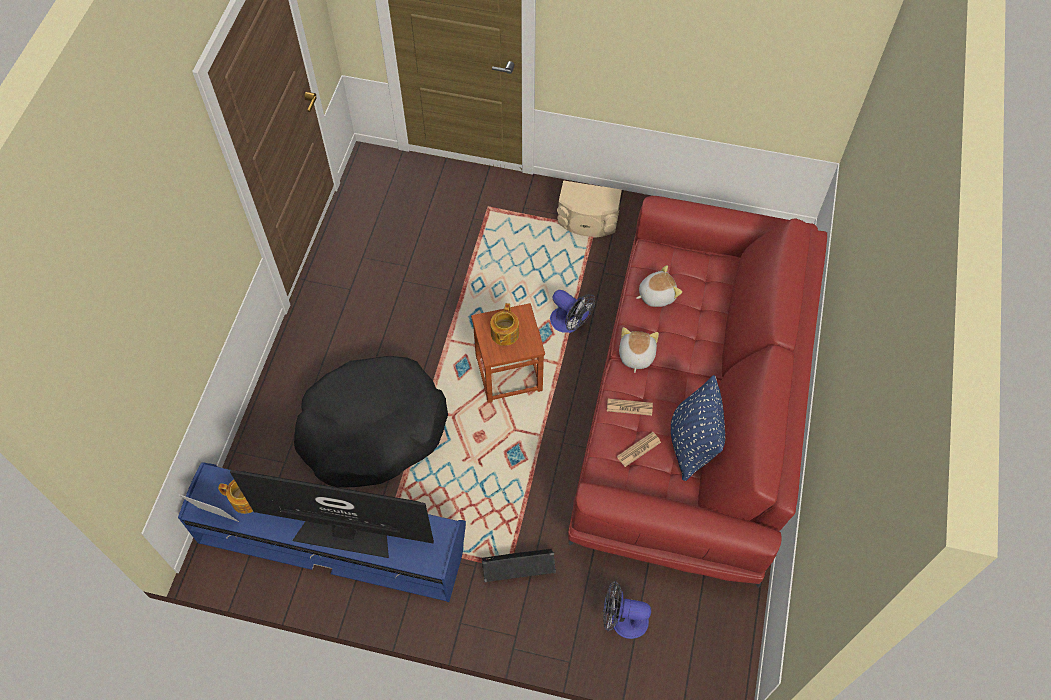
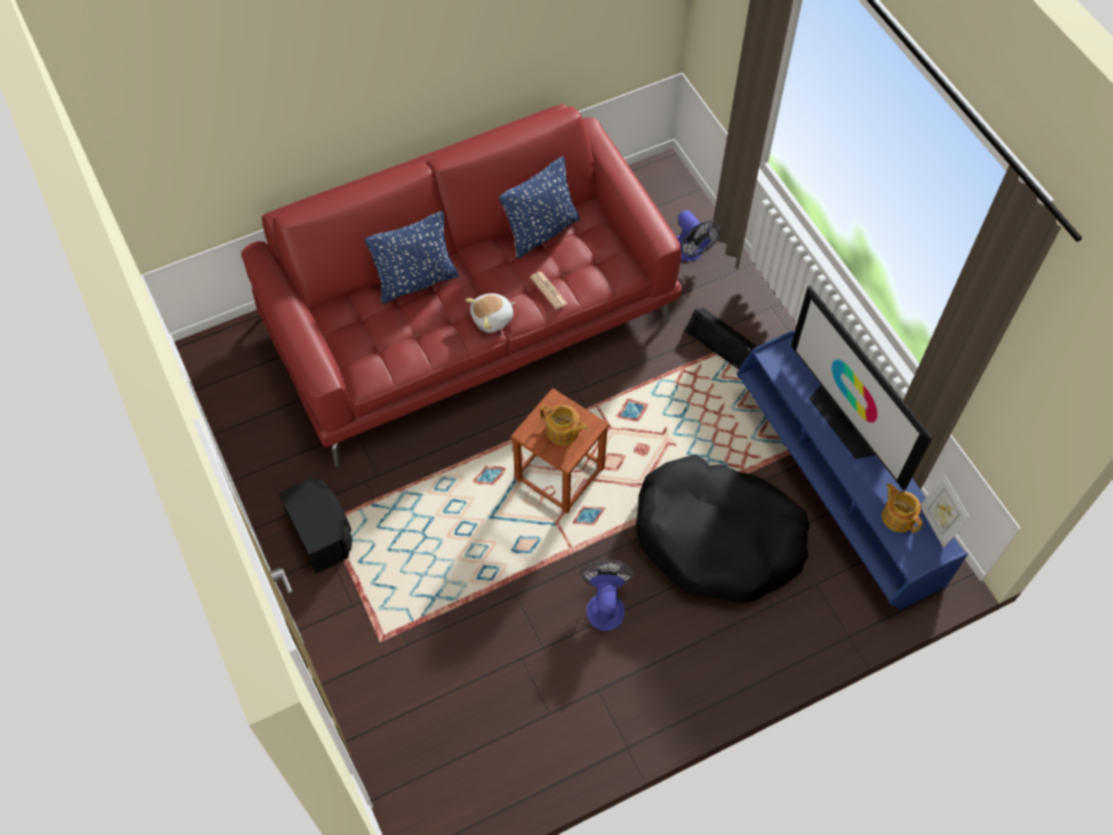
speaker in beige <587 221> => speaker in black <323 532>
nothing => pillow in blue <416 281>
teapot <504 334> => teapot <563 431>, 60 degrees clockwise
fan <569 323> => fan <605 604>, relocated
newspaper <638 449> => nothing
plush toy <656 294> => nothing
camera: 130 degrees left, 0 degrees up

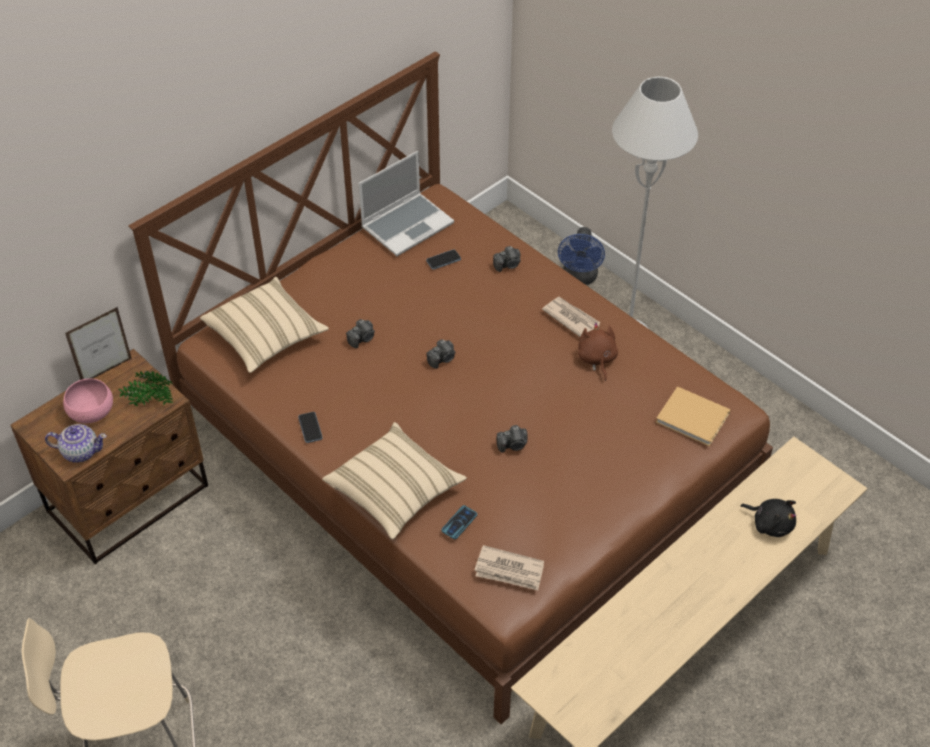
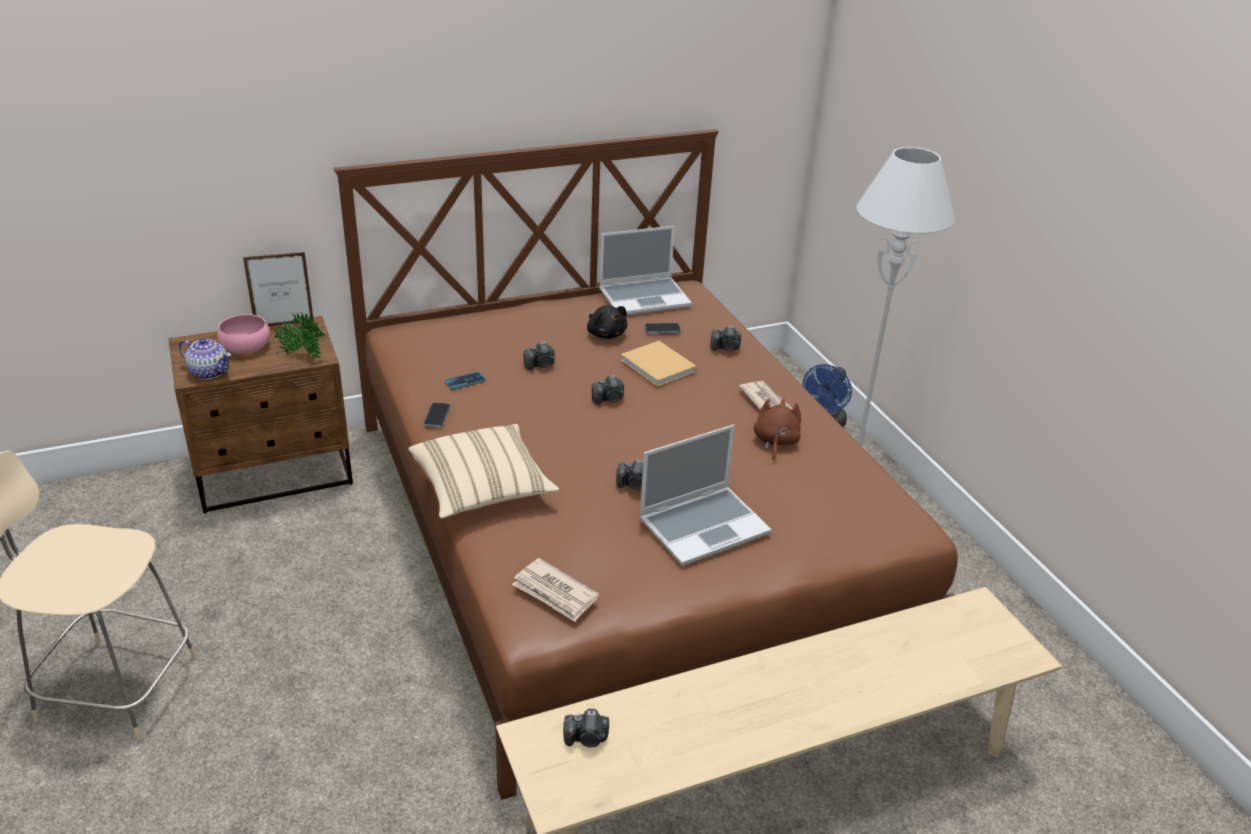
phone <459 522> => phone <465 381>, relocated
nothing => photo camera <587 738>
plush toy in black <770 524> => plush toy in black <606 334>, relocated
book in beige <694 419> => book in beige <659 367>, relocated
nothing => laptop <704 526>
pillow in beige <265 337> => nothing
camera: 20 degrees right, 15 degrees down

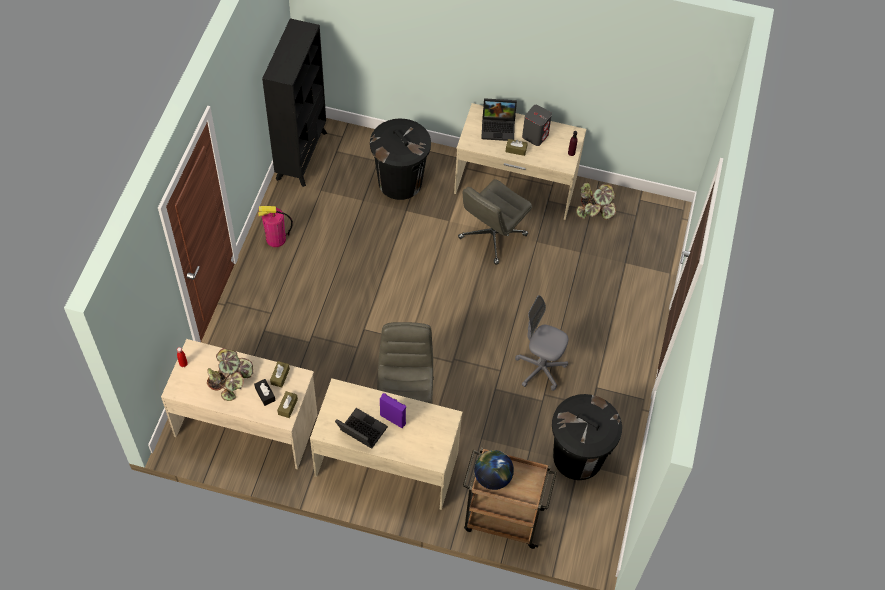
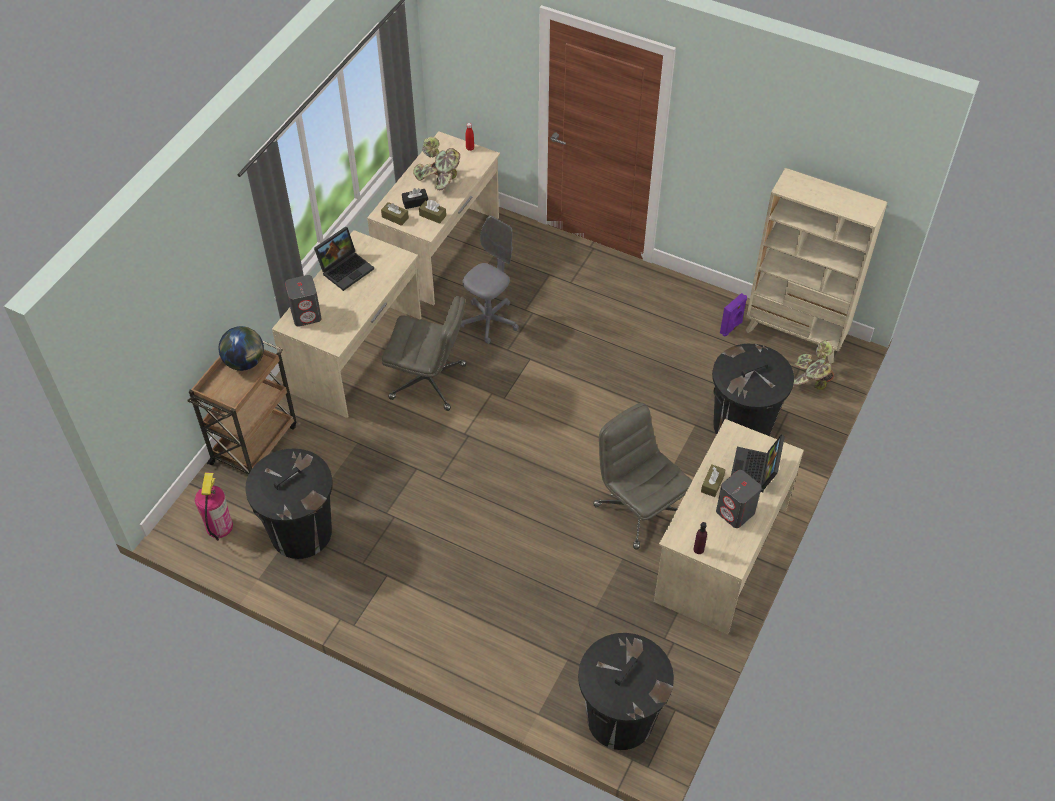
fire extinguisher <276 239> => fire extinguisher <219 526>, relocated
nothing => speaker in grey <306 314>
office chair in grey <540 369> => office chair in grey <489 321>, relocated
nothing => trash can in black <619 718>
speaker in purple <393 418> => speaker in purple <731 328>, relocated
bookcase in black <302 155> => bookcase in beige <795 335>
potted plant <595 210> => potted plant <809 379>, relocated
camera: 105 degrees right, 5 degrees down

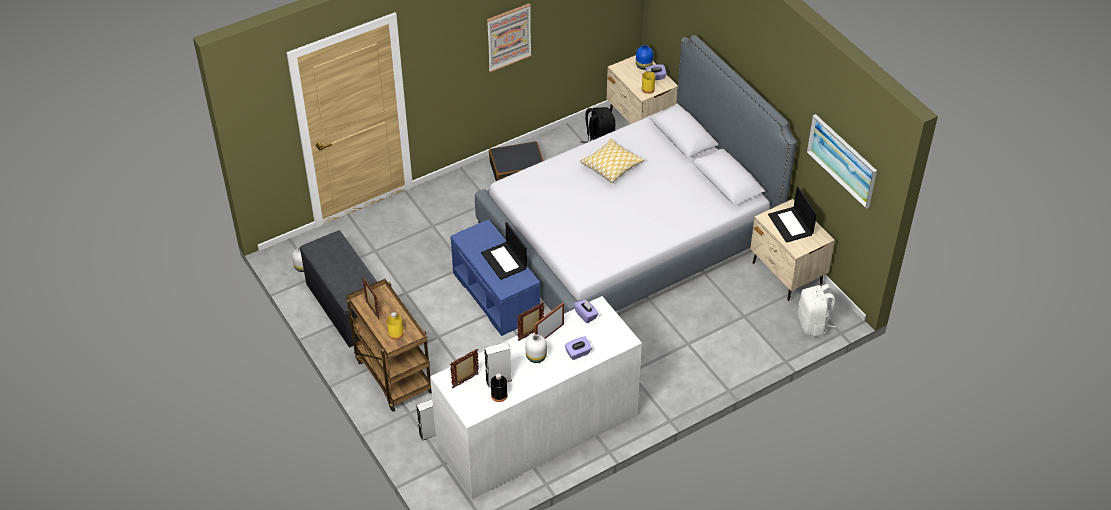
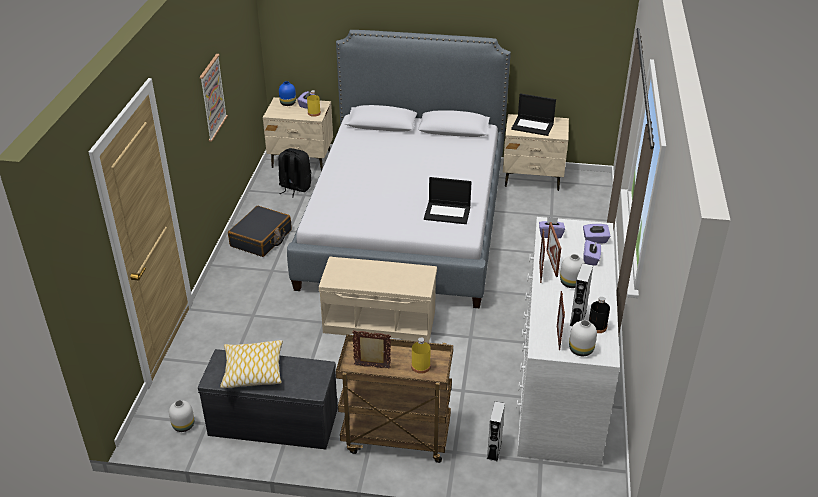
pillow <611 166> => pillow <253 371>, relocated
bench in blue <497 295> => bench in beige <380 321>
laptop <504 261> => laptop <448 213>, relocated
nothing => vase in white <580 350>
nothing => tissue box in purple <595 240>
backpack in white <813 324> => nothing
picture <842 160> => nothing
camera: 50 degrees left, 10 degrees down

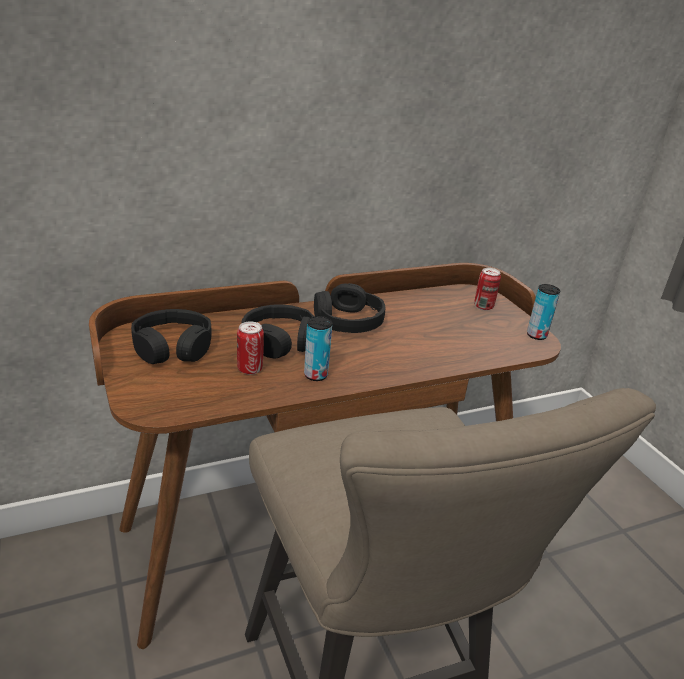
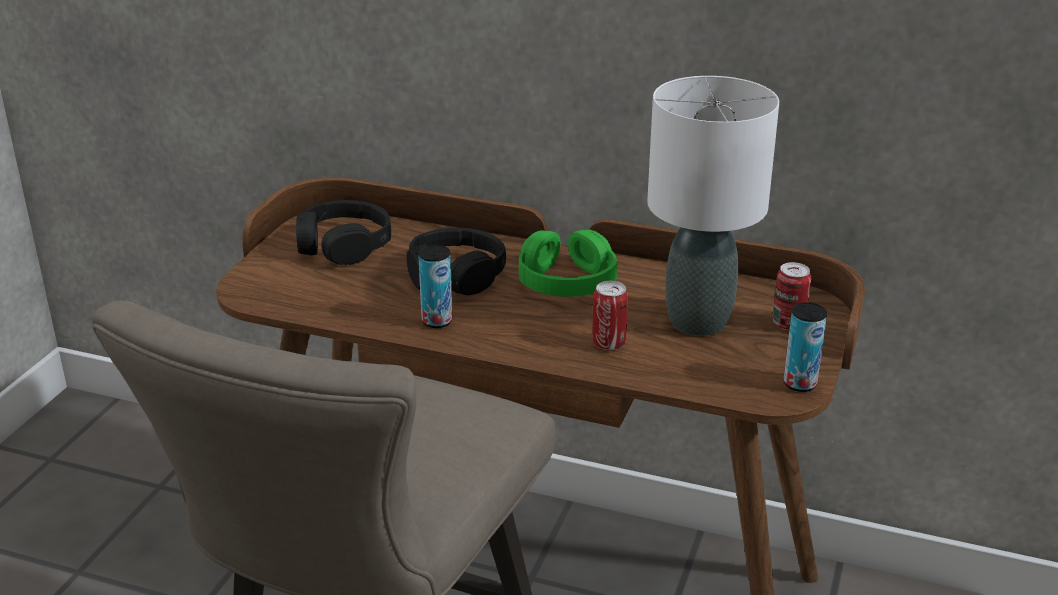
headphones in black <347 321> => headphones in green <566 280>
can <250 369> => can <608 343>, relocated
nothing => table lamp in white <698 321>
camera: 45 degrees right, 0 degrees up

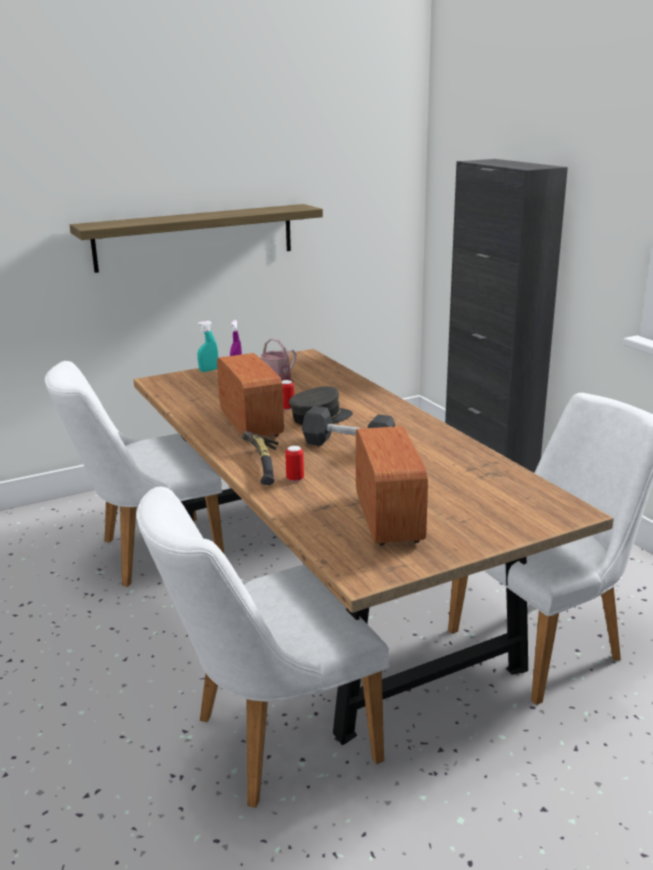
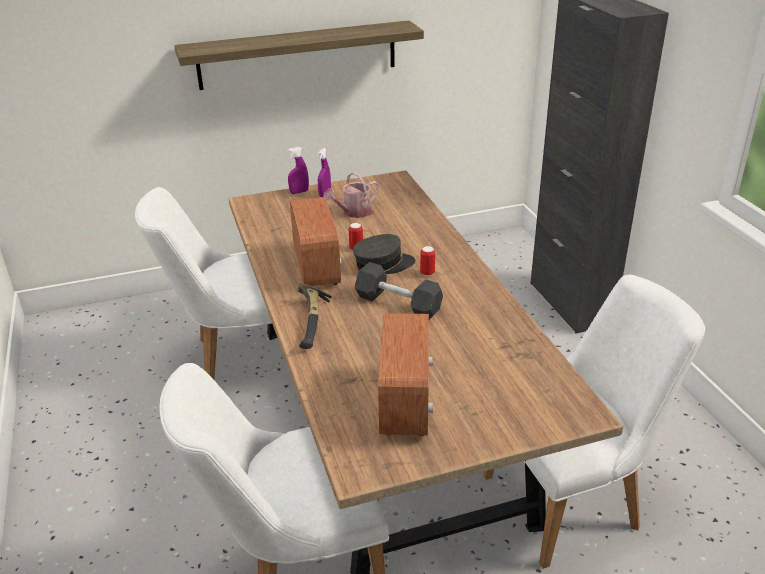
spray bottle in turquoise <208 370> => spray bottle in purple <299 192>
can <295 479> => can <427 273>, relocated
camera: 10 degrees right, 10 degrees up

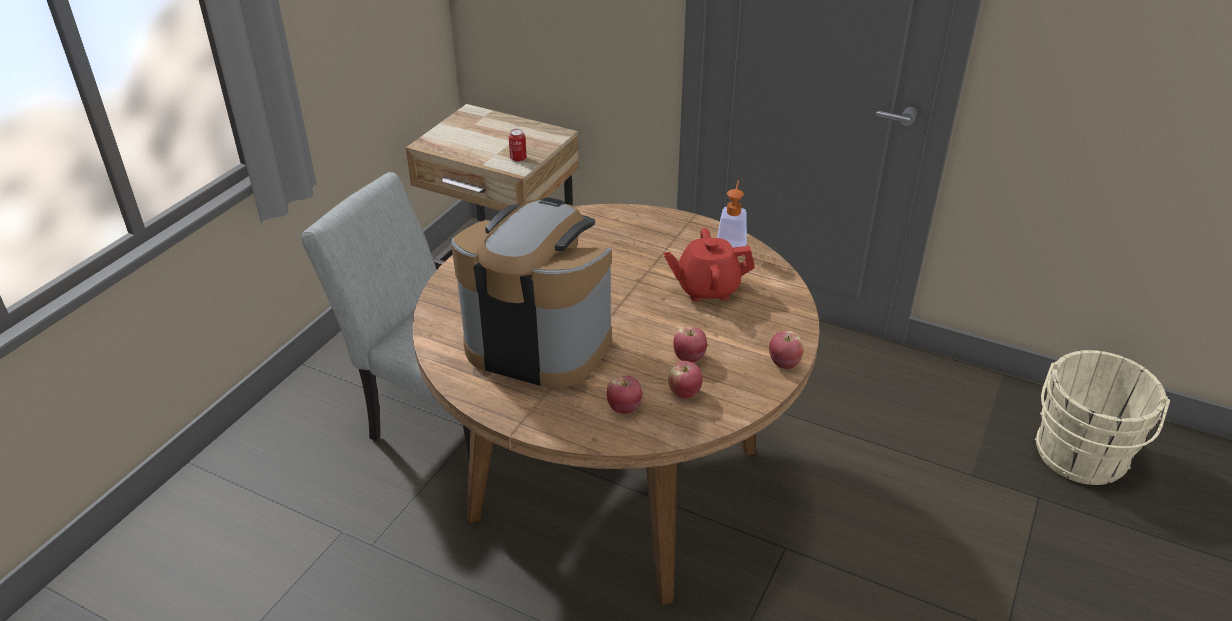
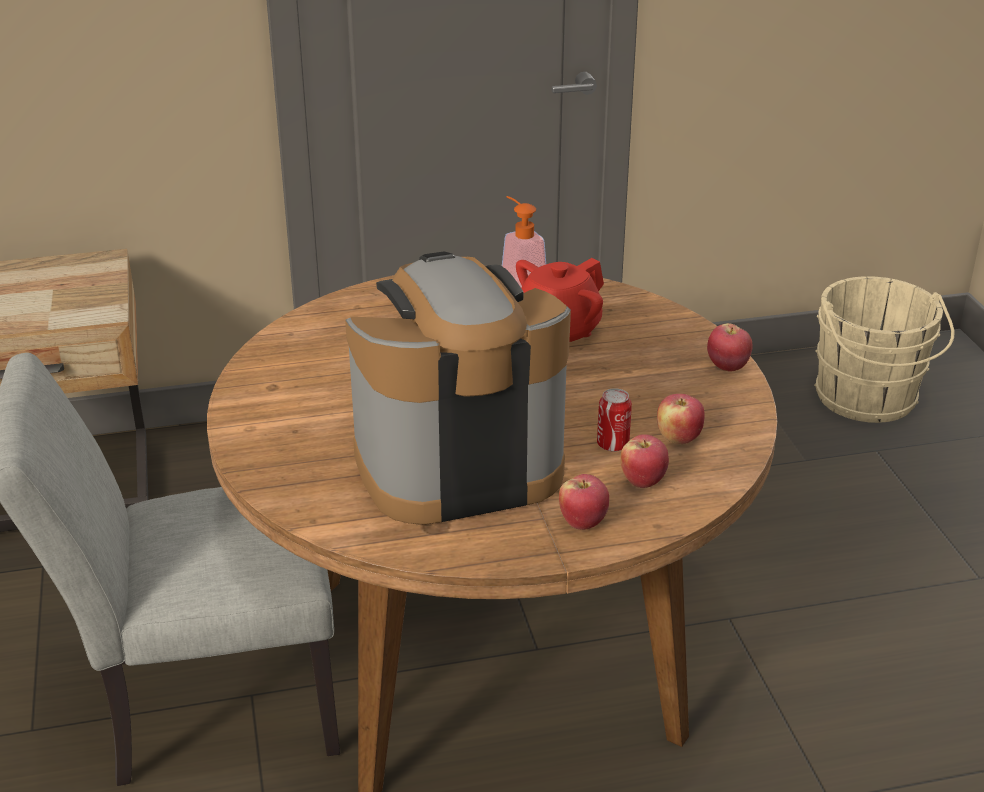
apple <689 358> => apple <582 522>, relocated
can <518 158> => can <612 444>, relocated
camera: 40 degrees left, 5 degrees down

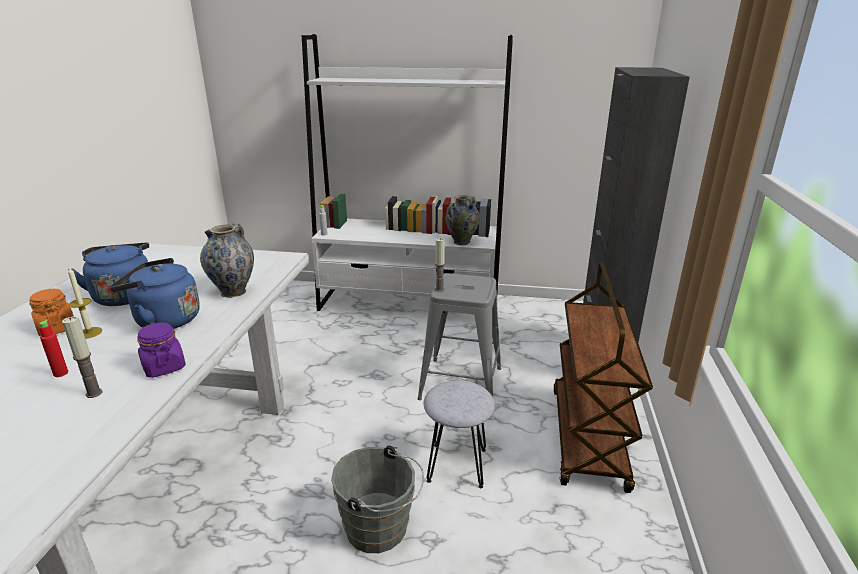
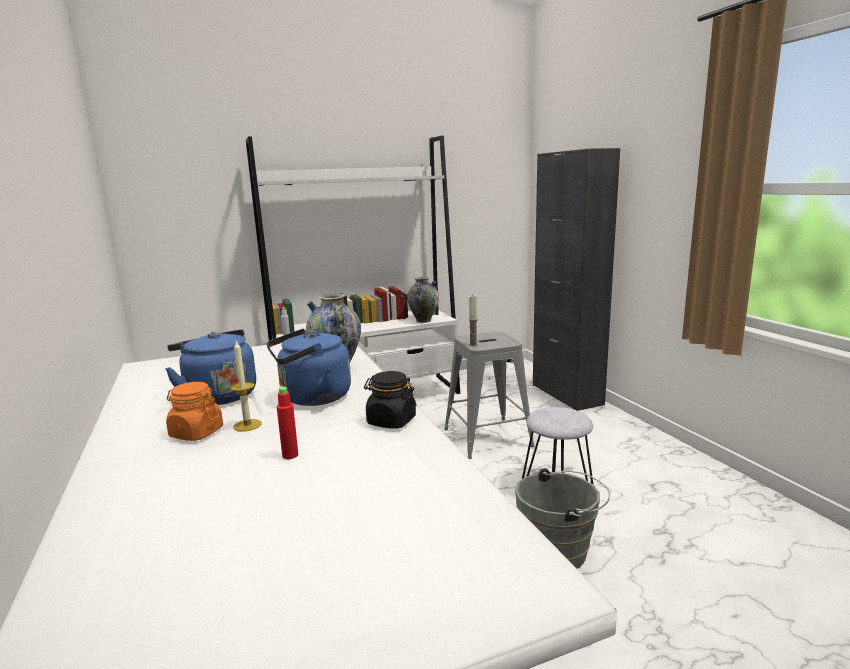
jar in purple <164 367> => jar in black <391 421>
candle <94 393> => nothing
cart in brown <588 438> => nothing
camera: 30 degrees left, 10 degrees down

